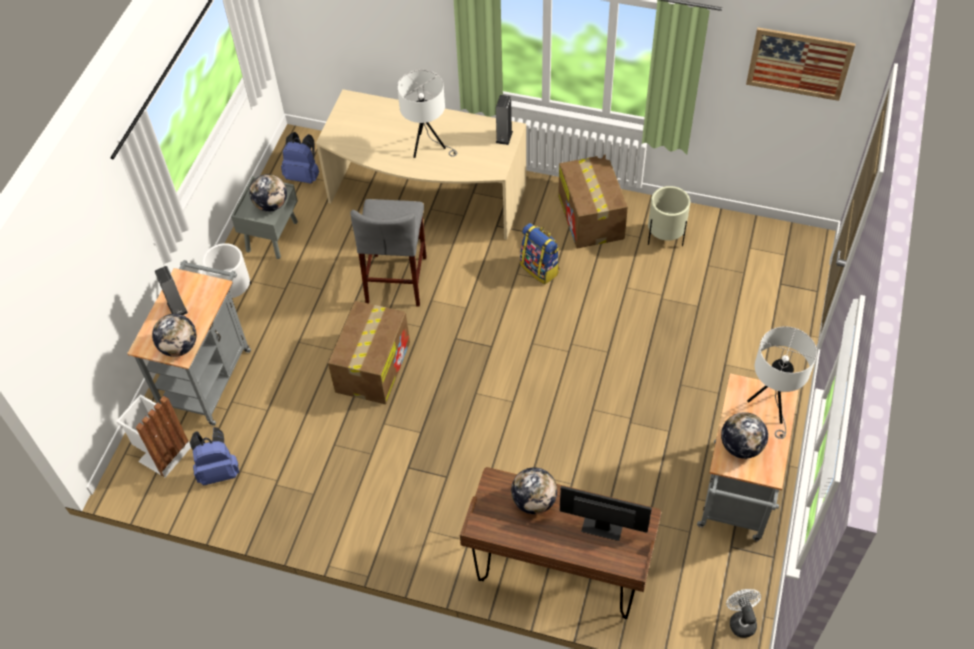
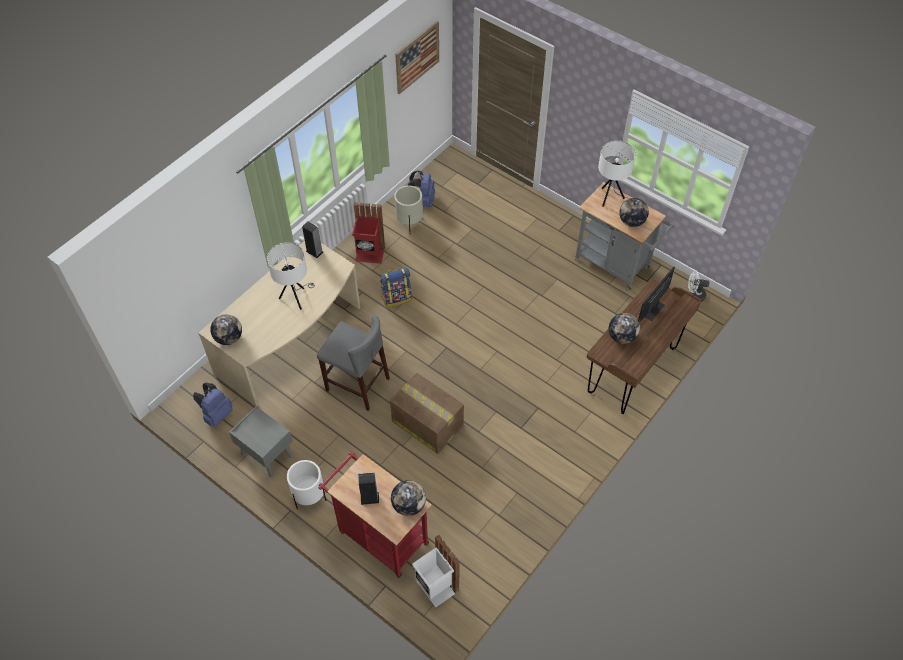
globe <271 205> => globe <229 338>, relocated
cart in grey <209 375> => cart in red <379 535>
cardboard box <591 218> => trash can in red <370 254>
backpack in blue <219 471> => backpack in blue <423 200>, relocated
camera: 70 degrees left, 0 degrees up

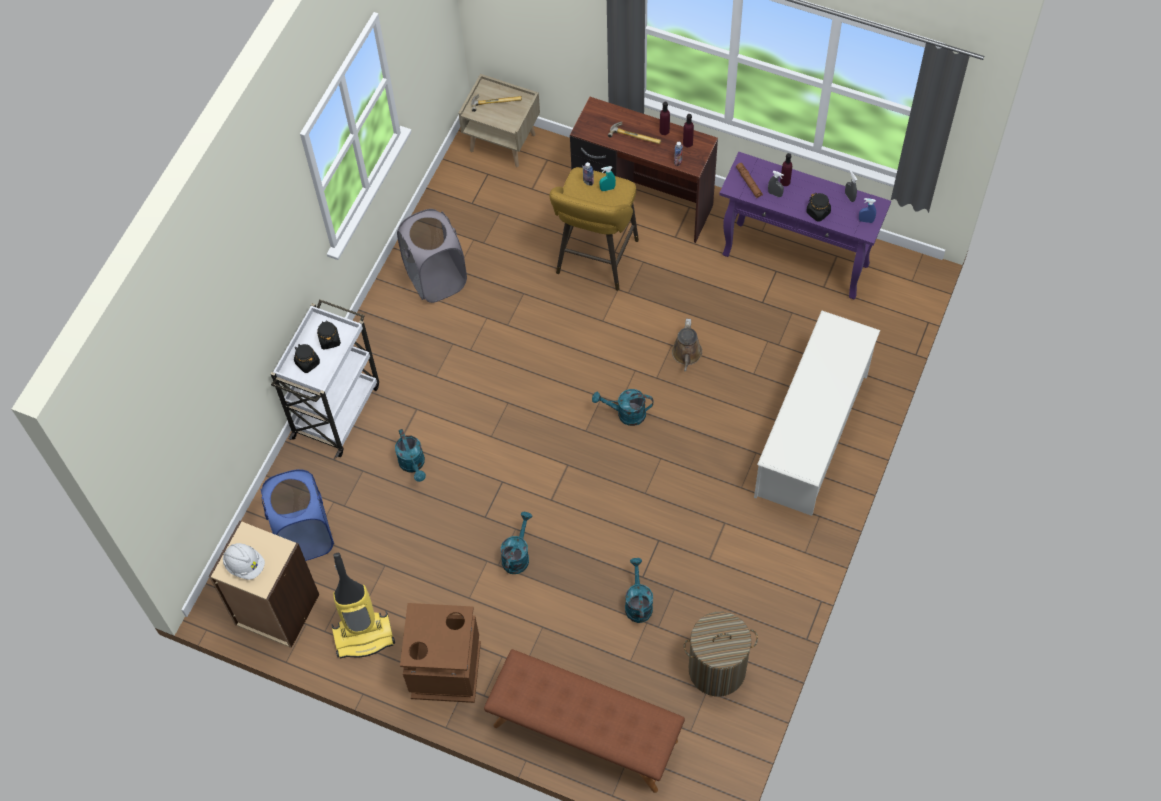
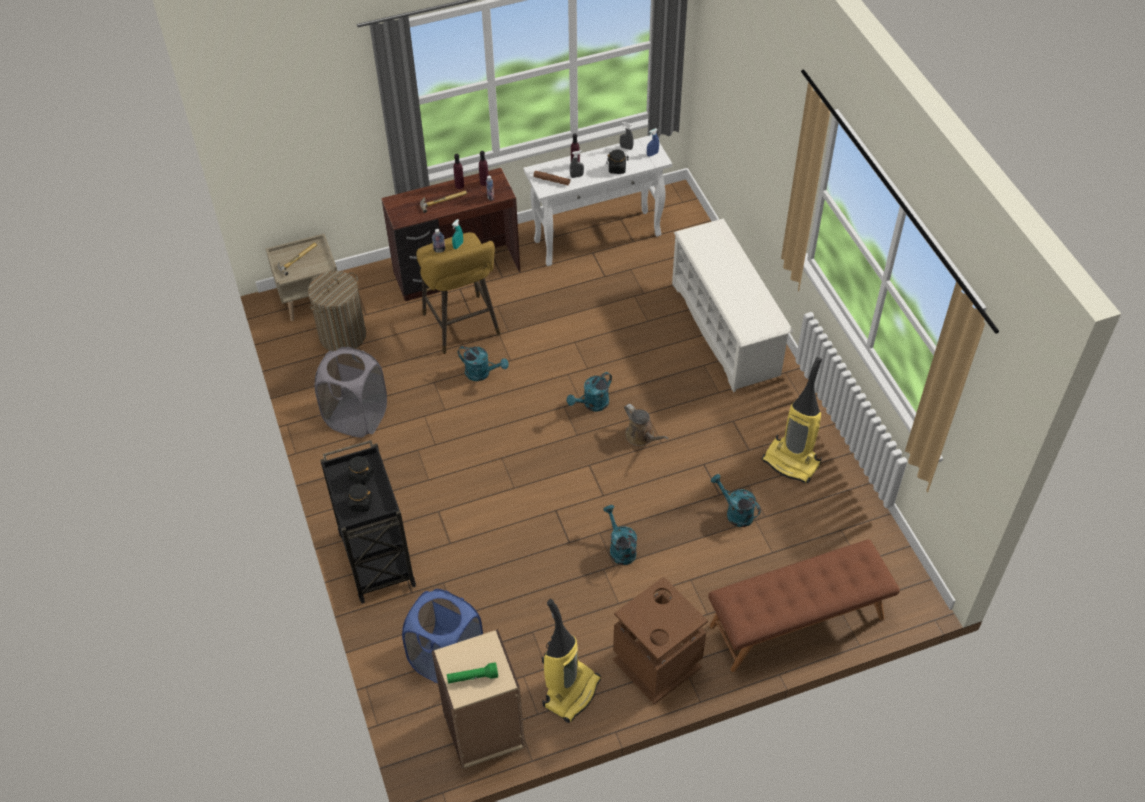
laundry basket <717 669> => laundry basket <342 335>, relocated
cart in white <336 410> => cart in black <376 557>
hard hat in white <245 565> => flashlight in green <472 677>
watering can in turquoise <413 465> => watering can in turquoise <482 373>, relocated
console table in purple <797 260> => console table in white <598 237>
watering can in brown <686 355> => watering can in brown <642 436>, relocated
nothing => vacuum cleaner <792 462>
camera: 45 degrees left, 10 degrees down

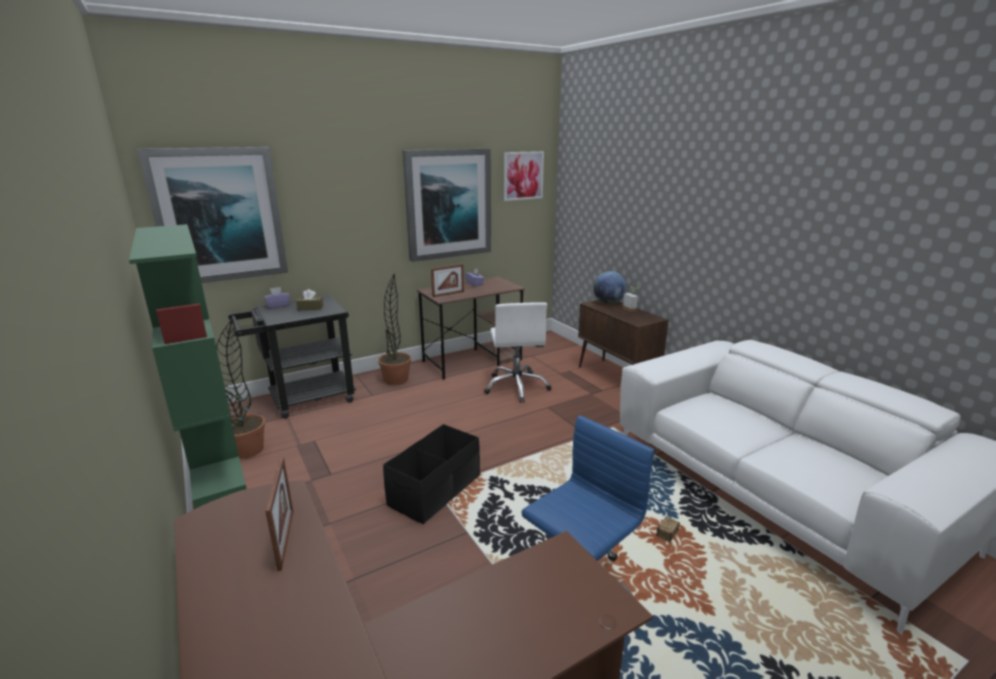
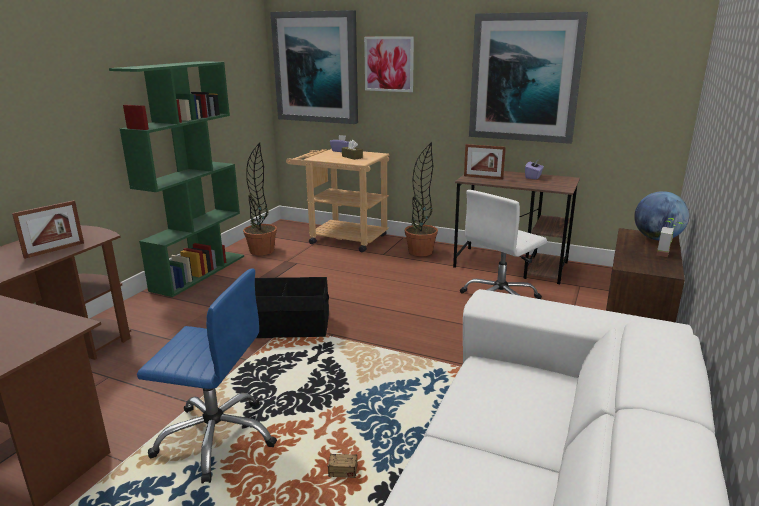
cart in black <304 400> => cart in beige <341 238>
picture <523 175> => picture <389 64>, relocated
camera: 55 degrees right, 0 degrees up

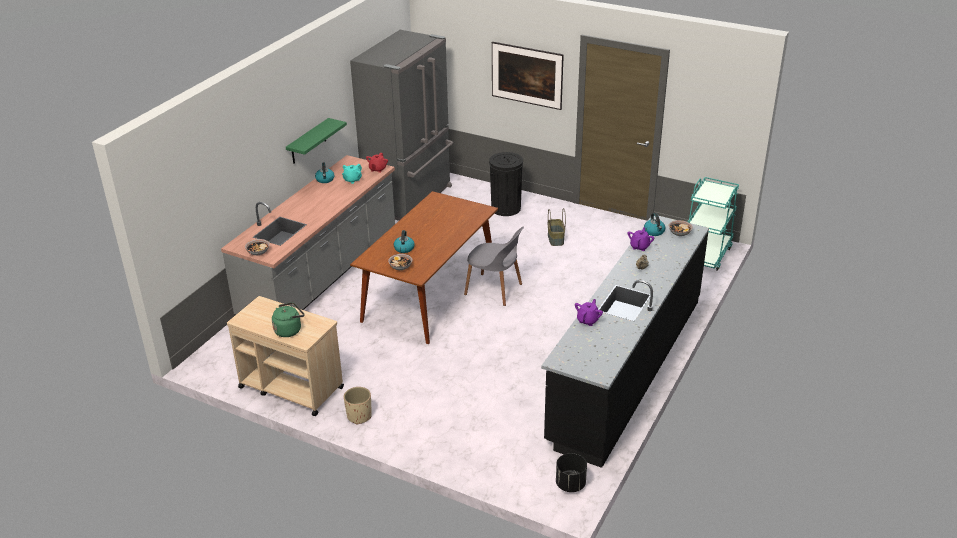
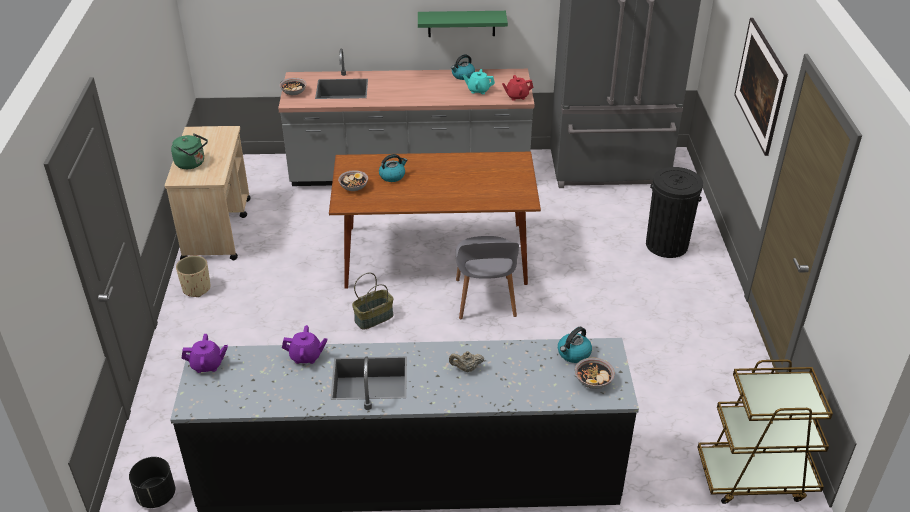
teapot in purple <640 246> => teapot in purple <207 365>, relocated
basket <555 239> => basket <374 317>, relocated
cart in turquoise <706 254> => cart in brown <755 477>
camera: 60 degrees right, 5 degrees up

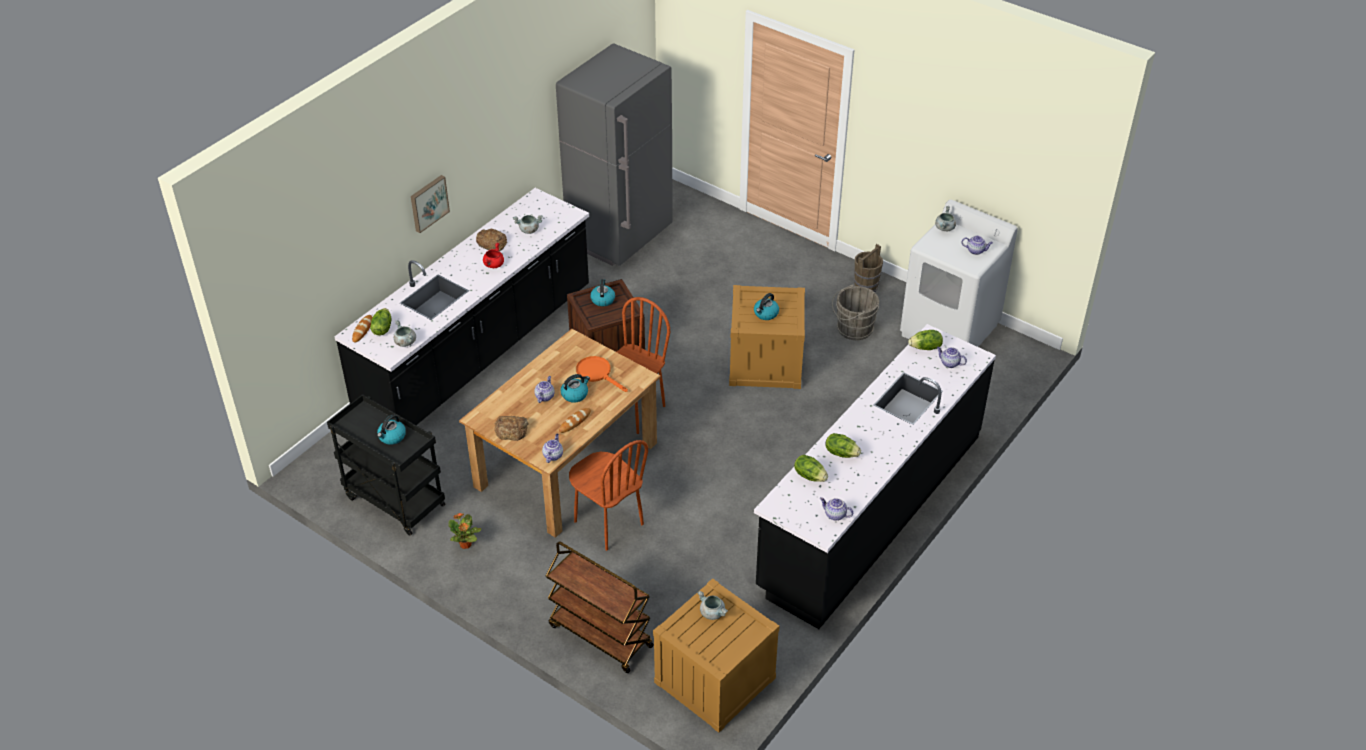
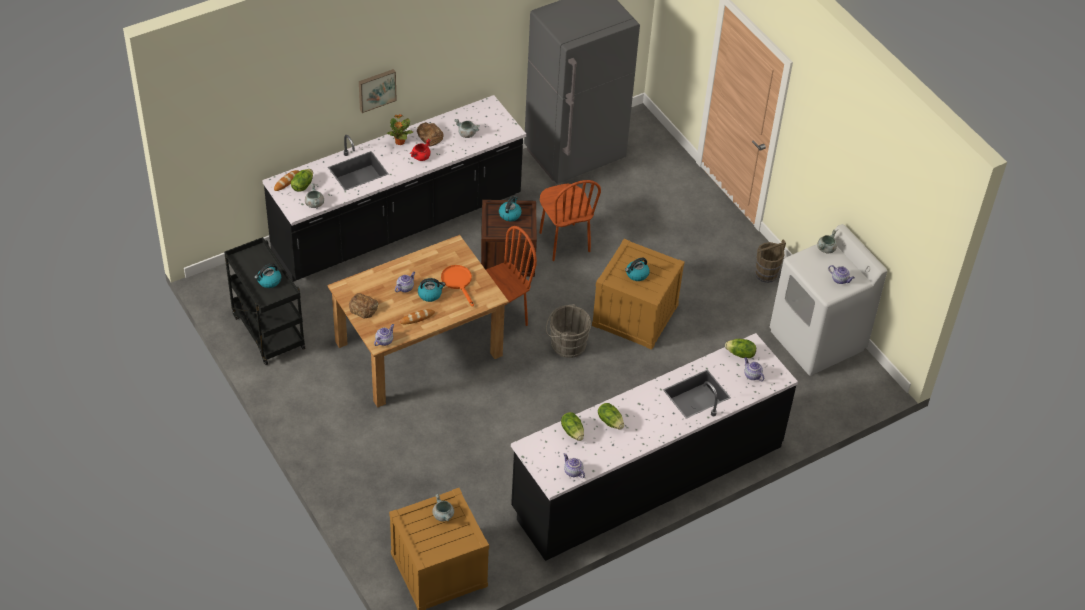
potted plant <465 545> => potted plant <400 142>, relocated
chair in brown <608 523> => chair in brown <564 242>, relocated
bucket in grey <852 329> => bucket in grey <566 344>, relocated
cart in brown <599 636> => nothing
camera: 20 degrees right, 5 degrees up

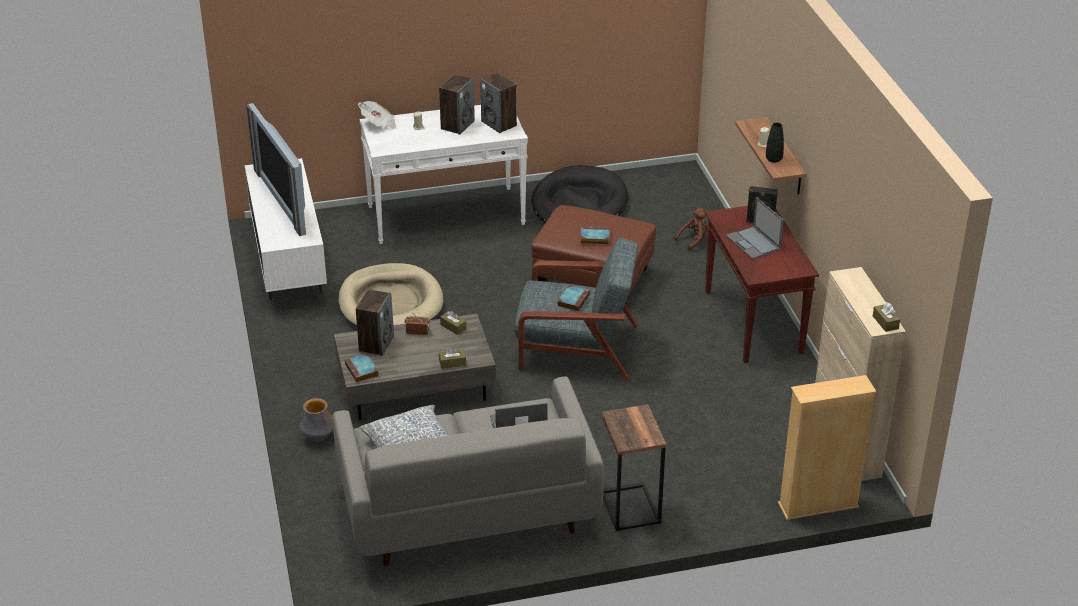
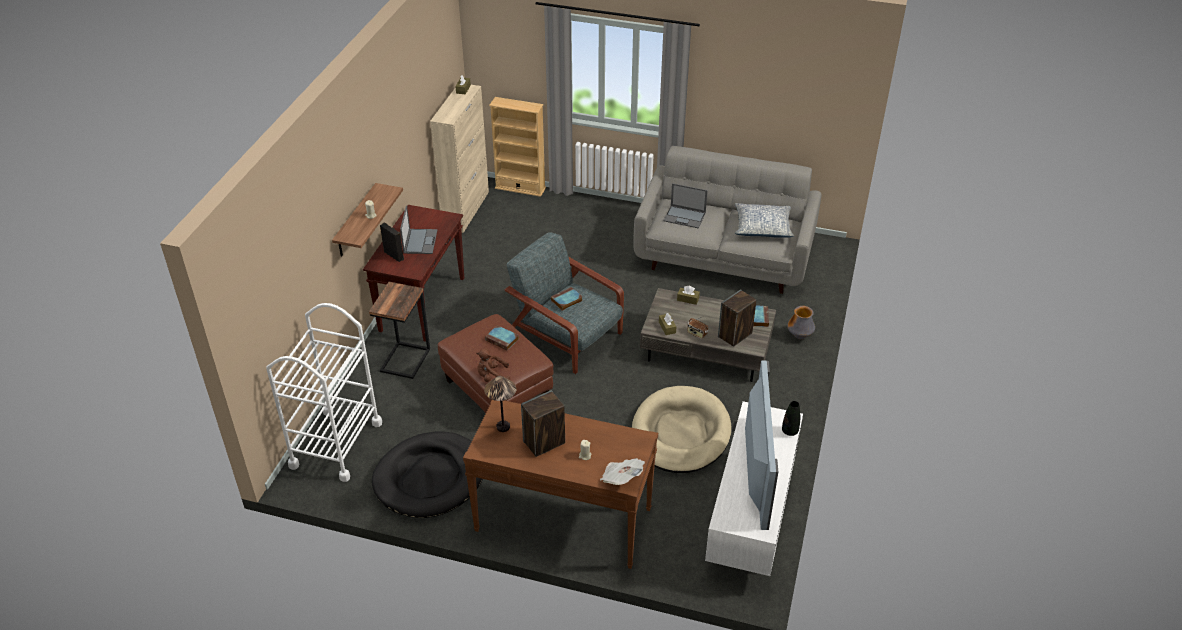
nothing => cart in white <336 444>
side table <629 508> => side table <406 360>, relocated
console table in white <446 215> => console table in brown <562 520>
plush toy in brown <693 240> => plush toy in brown <492 376>, relocated
speaker <499 124> => table lamp <502 427>
vase in black <773 159> => vase in black <789 431>, relocated
camera: 150 degrees left, 5 degrees up

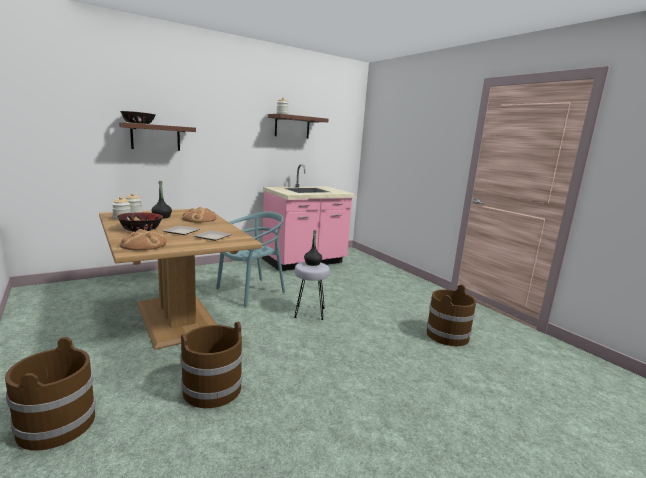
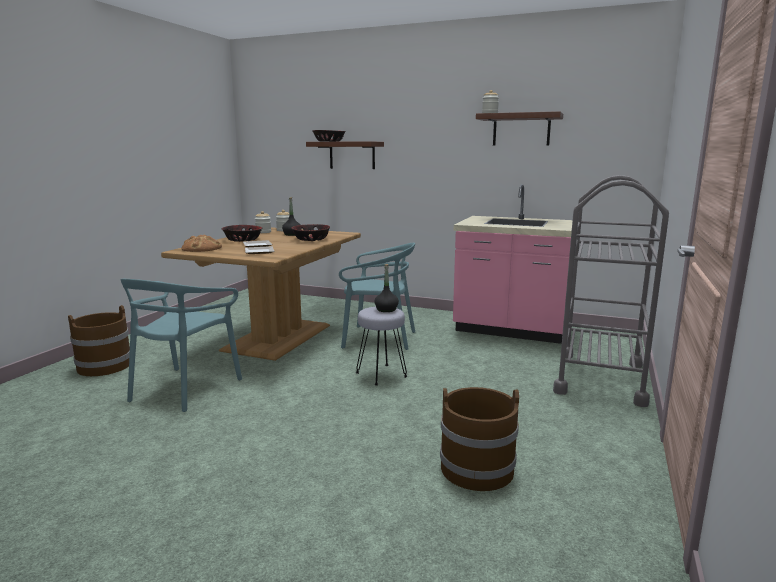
bucket in brown <212 389> => chair in turquoise <185 388>
bread <199 219> => bowl <311 239>
nothing => cart in grey <600 378>
camera: 55 degrees right, 0 degrees up

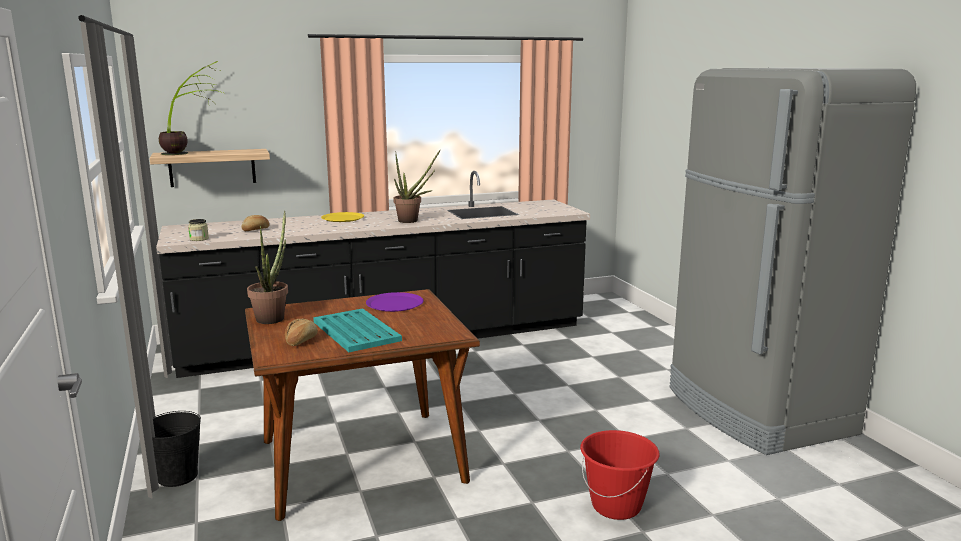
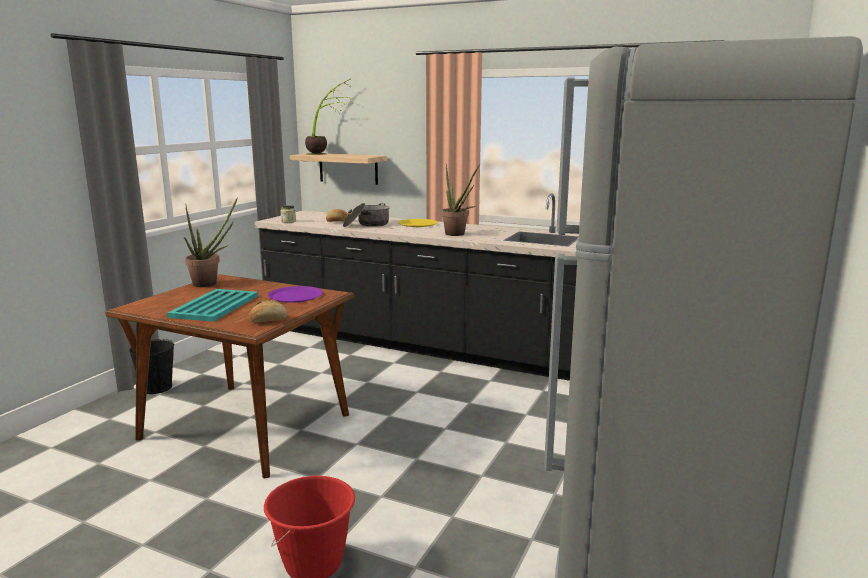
bread <301 341> => bread <268 320>, relocated
nothing => cooking pot <366 225>
camera: 45 degrees right, 0 degrees up

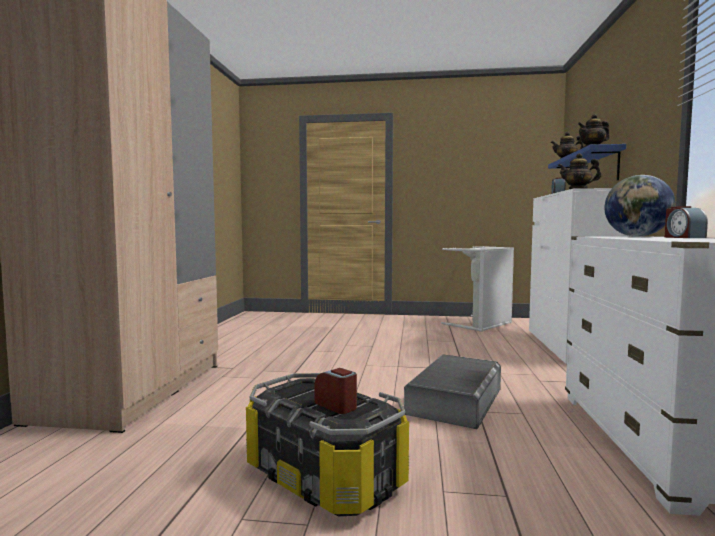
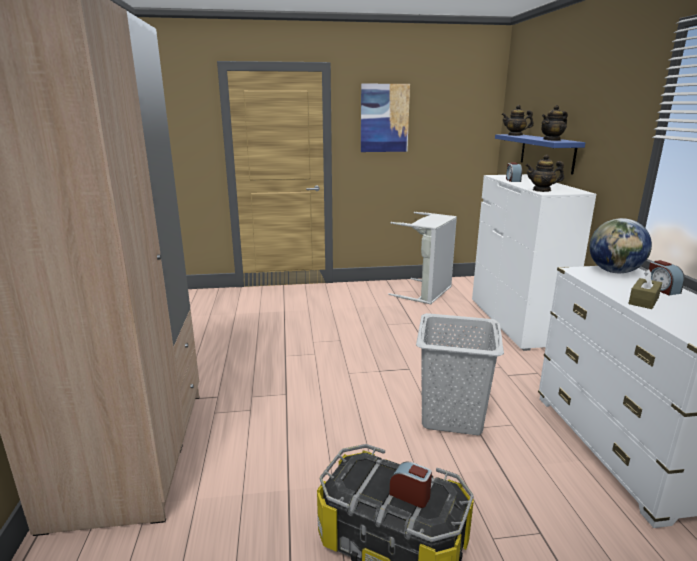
nothing => picture <384 118>
storage box in grey <455 401> => laundry basket in grey <452 416>
nothing => tissue box in brown <643 301>
camera: 15 degrees left, 15 degrees up

